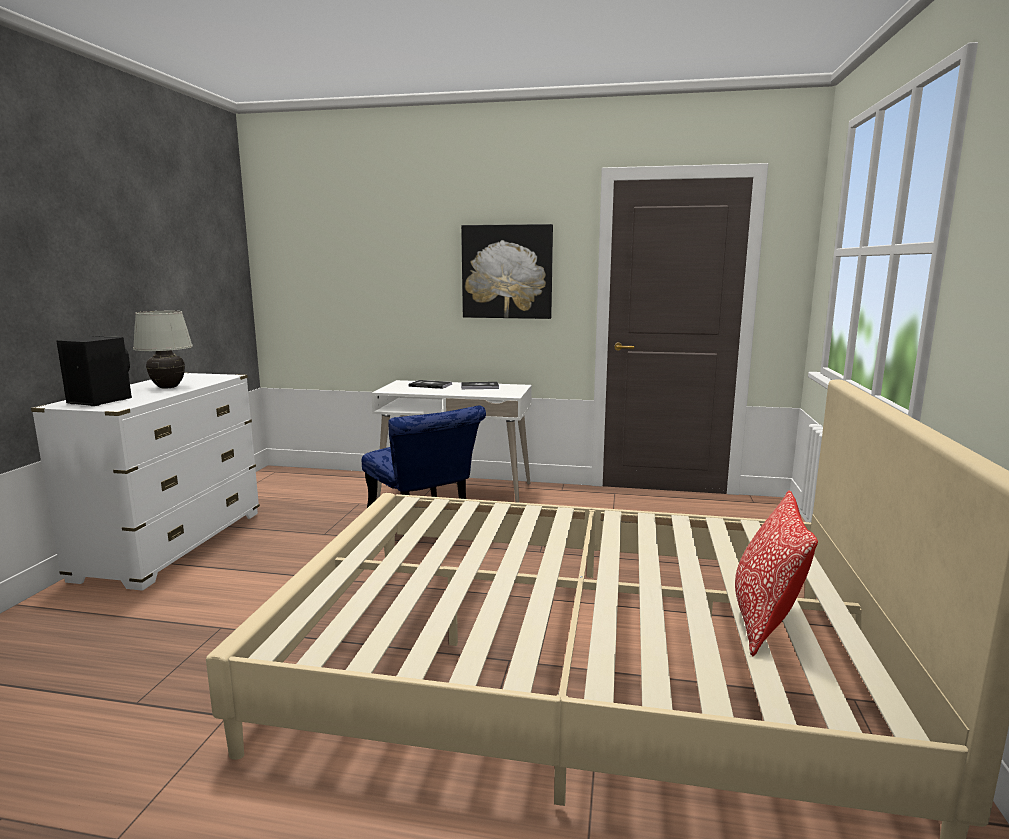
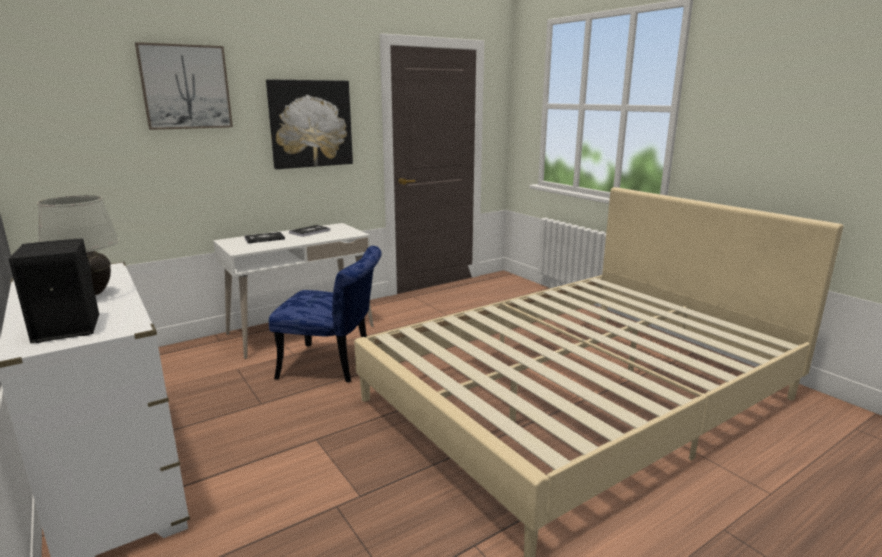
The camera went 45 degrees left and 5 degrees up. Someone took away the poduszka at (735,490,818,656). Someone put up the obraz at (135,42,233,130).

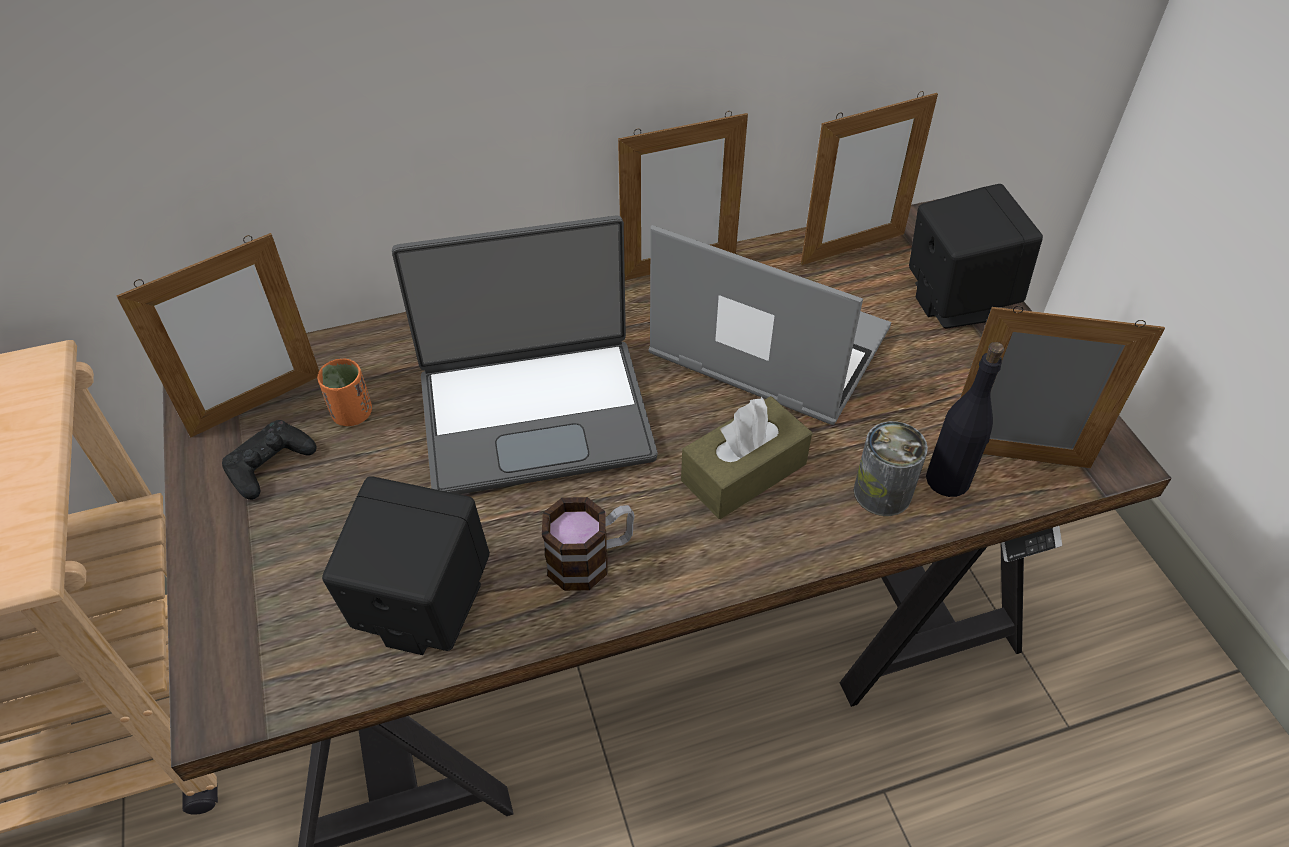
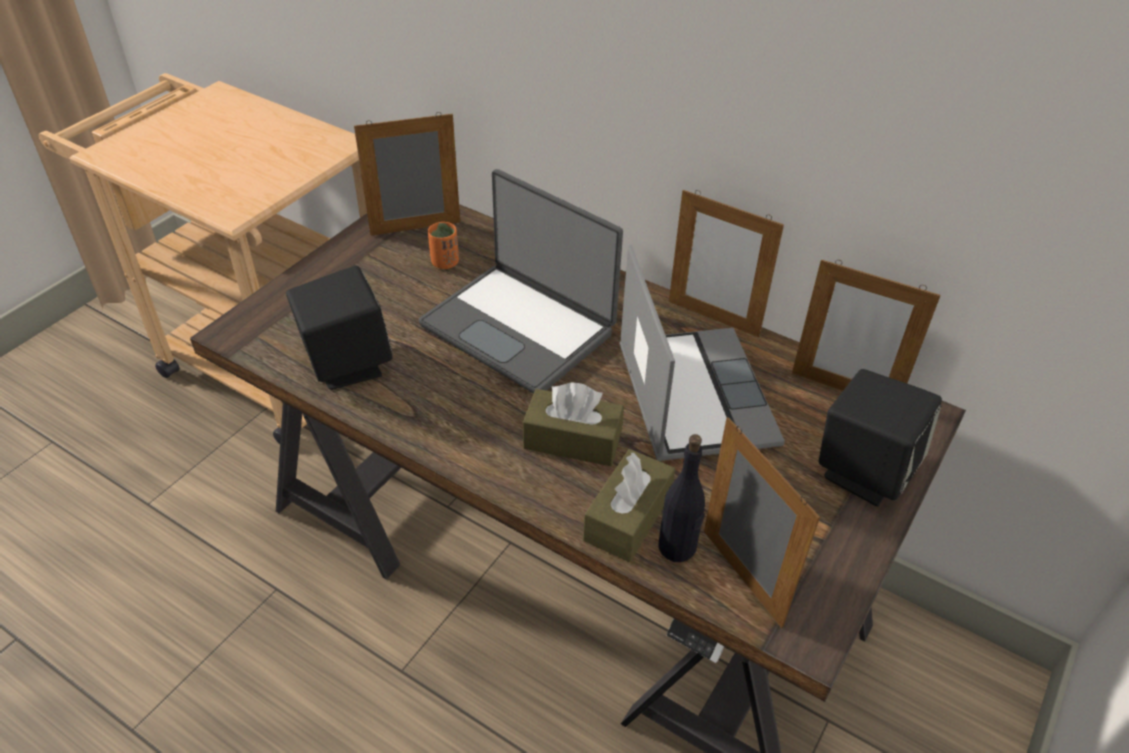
The camera went 50 degrees right and 5 degrees down. Someone rotated the ramka na zdjęcie at (116,233,319,437) by 150 degrees clockwise. Someone took away the pad do gier/czarny at (222,420,317,500). Someone took away the kubek at (542,497,635,591). Someone swapped the puszka at (854,421,928,516) for the pudełko chusteczek/brązowy at (583,449,675,562).

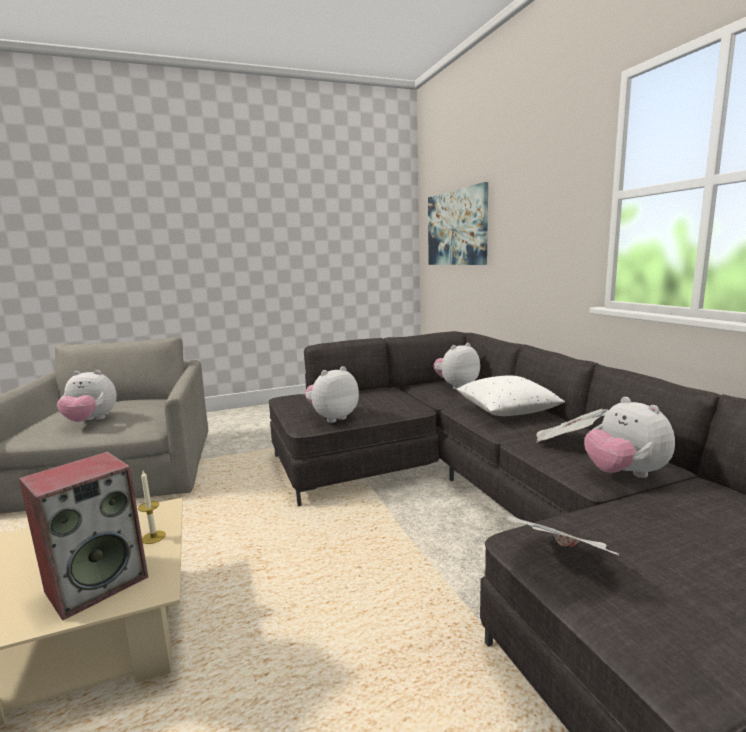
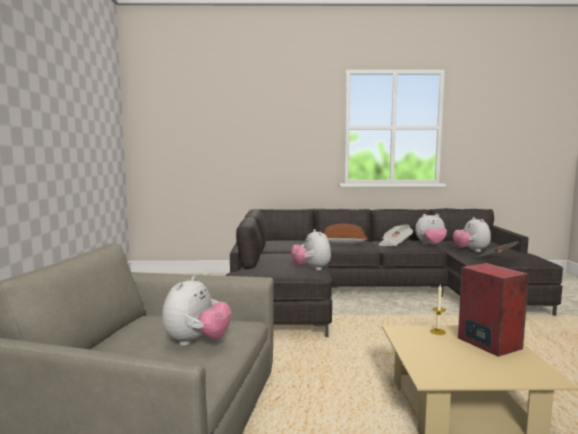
The camera went 70 degrees left and 5 degrees down. Someone took away the obraz at (428,182,488,265). Someone carried the pluszak from (433,343,480,390) to (453,217,491,252). Someone repainted the poduszka/biały at (457,375,565,416), which became the poduszka/brązowy at (324,224,368,245).

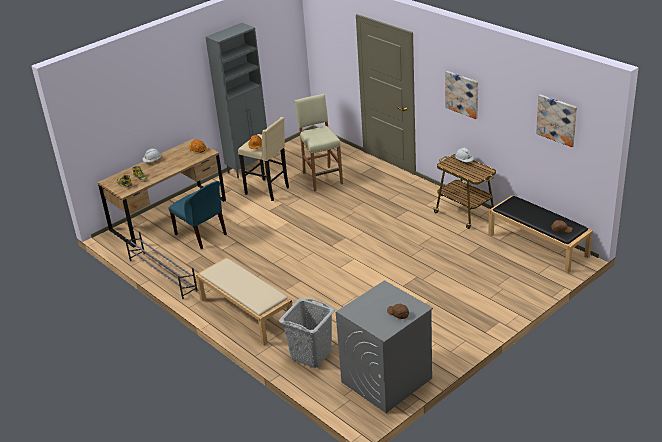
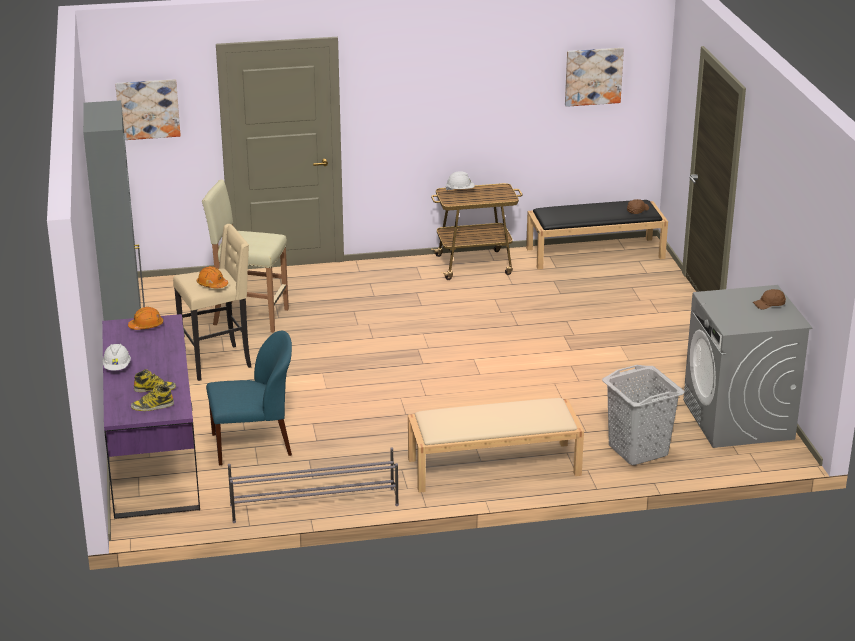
The camera went 60 degrees left and 5 degrees down. Someone repainted the biurko/brązowy at (98,139,226,248), which became the biurko/fioletowy at (102,314,200,519). Someone carried the obraz from (445,71,478,119) to (115,79,181,140).

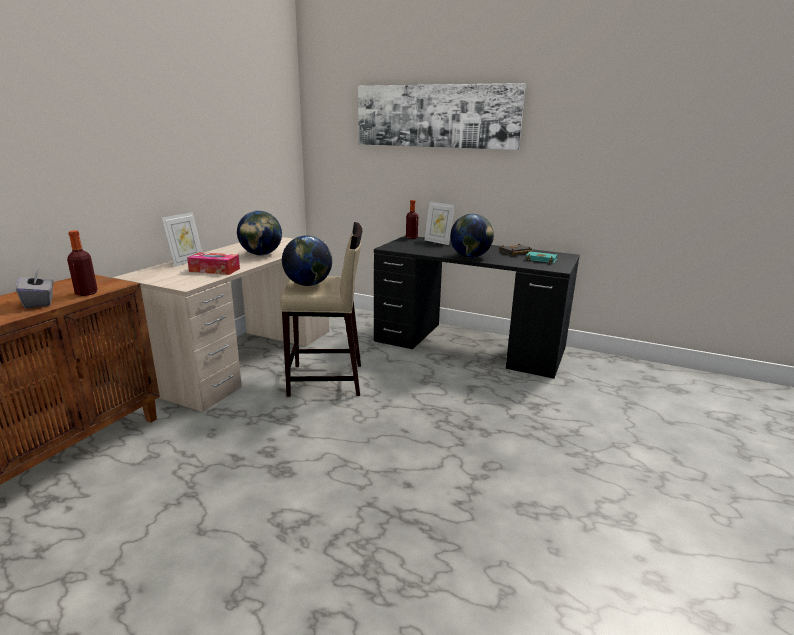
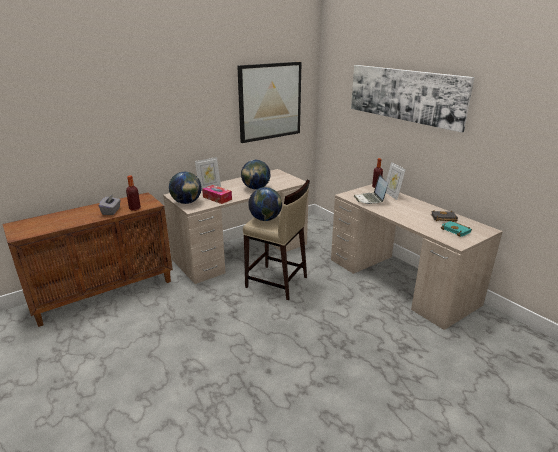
The camera went 30 degrees right and 5 degrees up. Someone repainted the biurko/czarny at (374,235,580,379), which became the biurko/beżowy at (331,184,503,330). Someone carried the globus from (450,214,494,258) to (169,172,202,204). Someone put up the obraz at (237,62,302,143). Someone put down the laptop at (354,174,388,204).

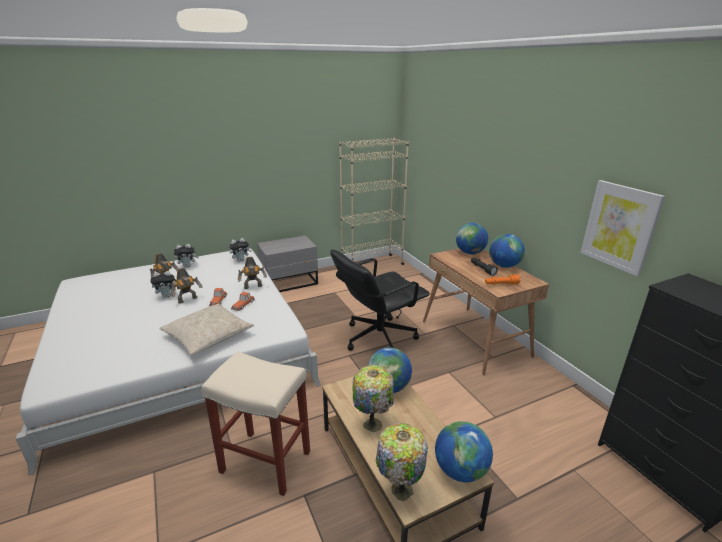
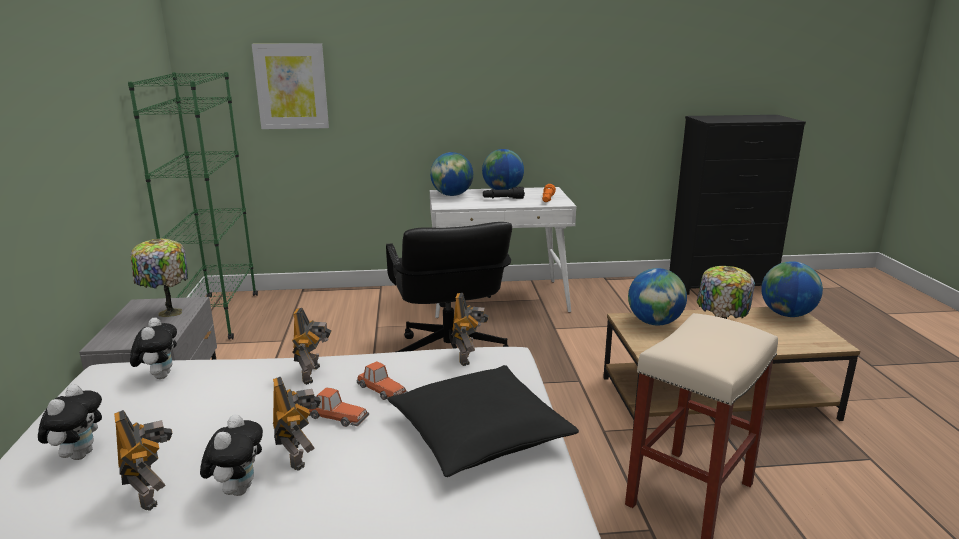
The camera went 70 degrees left and 5 degrees down. Someone repainted the poduszka/beżowy at (159,303,254,355), which became the poduszka/czarny at (388,365,579,477). Someone repainted the regał/beżowy at (339,138,409,265), which became the regał/zielony at (128,72,258,340). Someone carried the lampa stołowa from (376,423,428,501) to (131,238,188,317). Someone repainted the biurko/brązowy at (423,248,549,375), which became the biurko/biały at (430,187,576,318). Someone carried the obraz from (581,180,665,276) to (252,43,329,129). Someone put down the robot zabawkowy at (452,293,489,366).

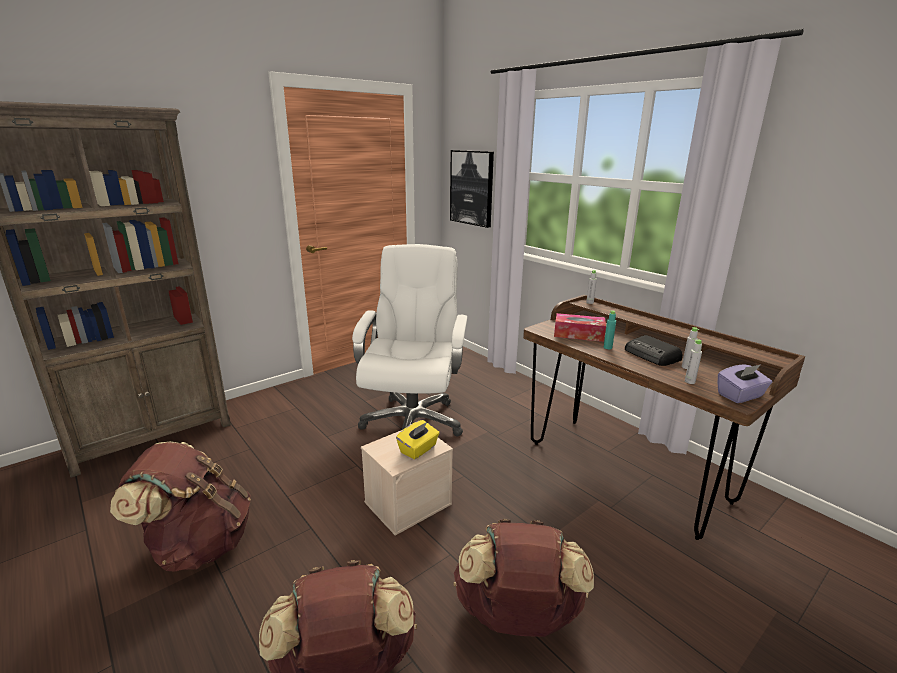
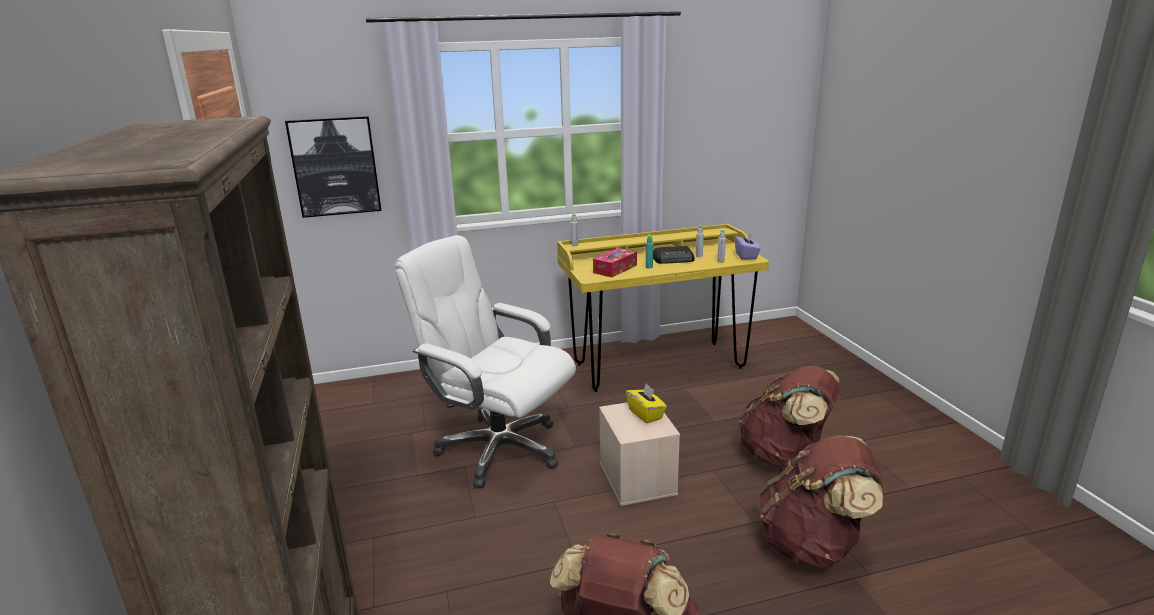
The camera went 65 degrees left and 0 degrees up. Someone repainted the biurko/brązowy at (523,295,805,540), which became the biurko/żółty at (557,224,769,392).

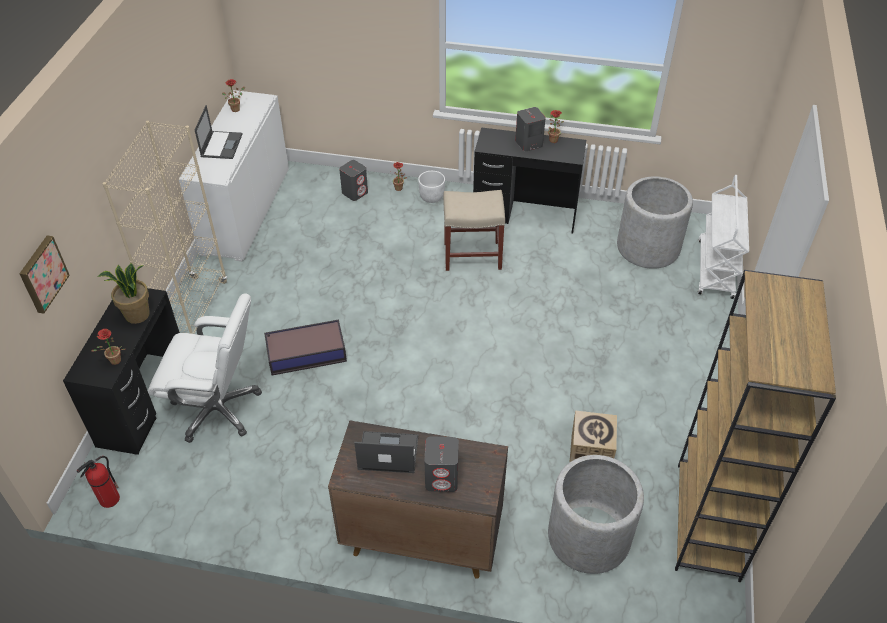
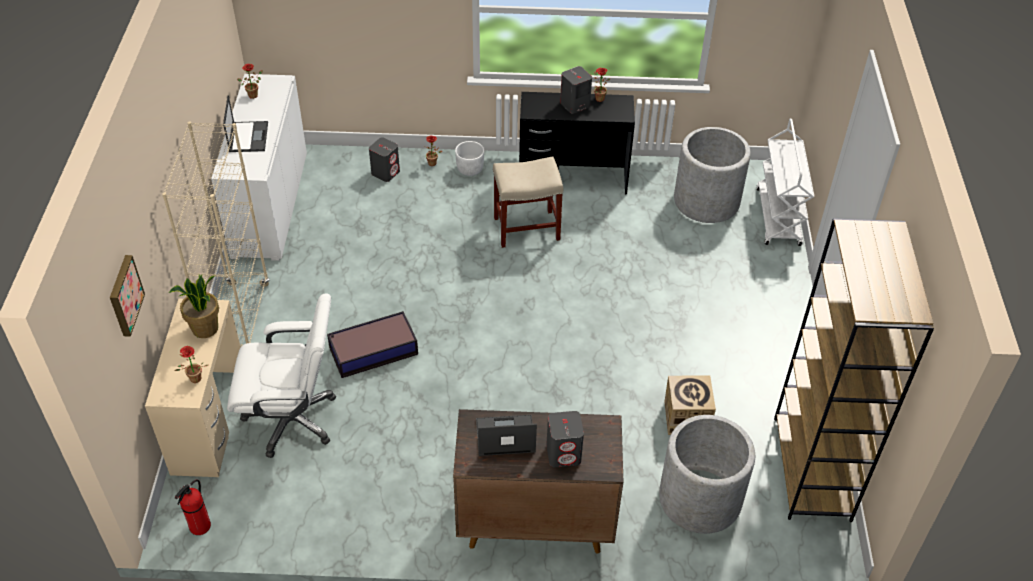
The camera went 10 degrees left and 0 degrees up. Someone repainted the biurko/czarny at (63,288,180,455), which became the biurko/beżowy at (145,299,241,477).

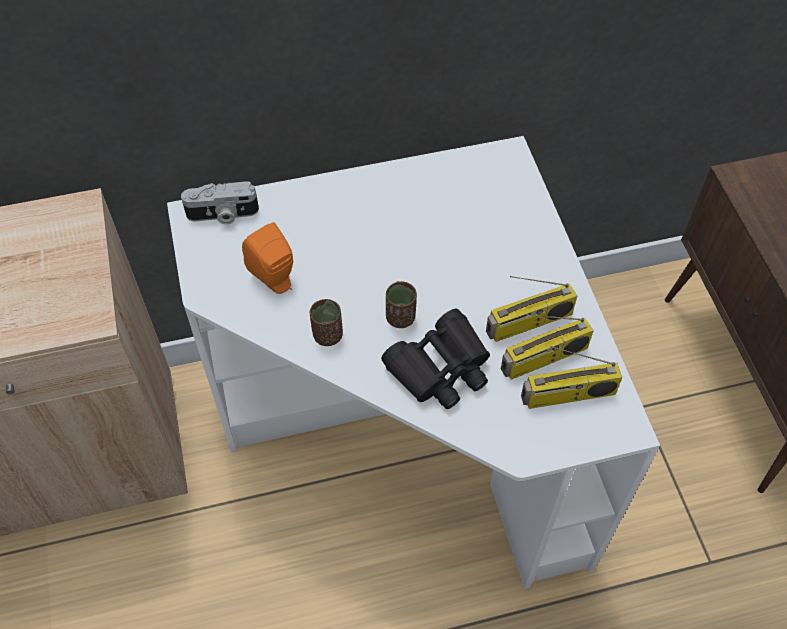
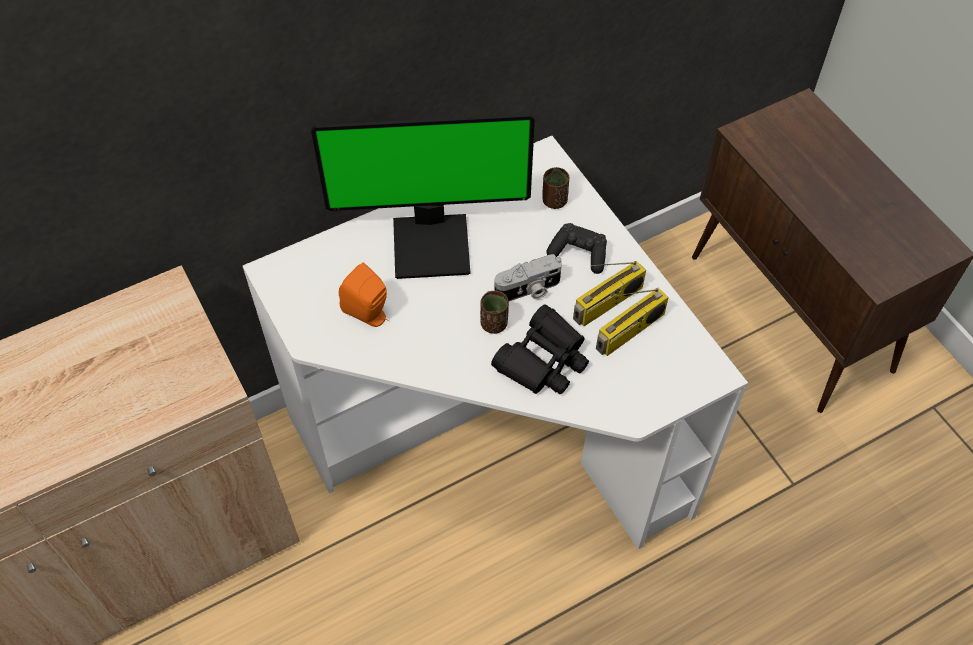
The camera went 15 degrees left and 0 degrees up. Someone carried the aparat fotograficzny from (181,181,259,224) to (494,254,562,301). Someone carried the filiżanka/brązowy from (310,299,343,346) to (543,167,569,209). Someone took away the radio at (521,346,622,409). Someone put down the monitor at (311,114,535,279). Someone put down the pad do gier/czarny at (546,223,607,274).

